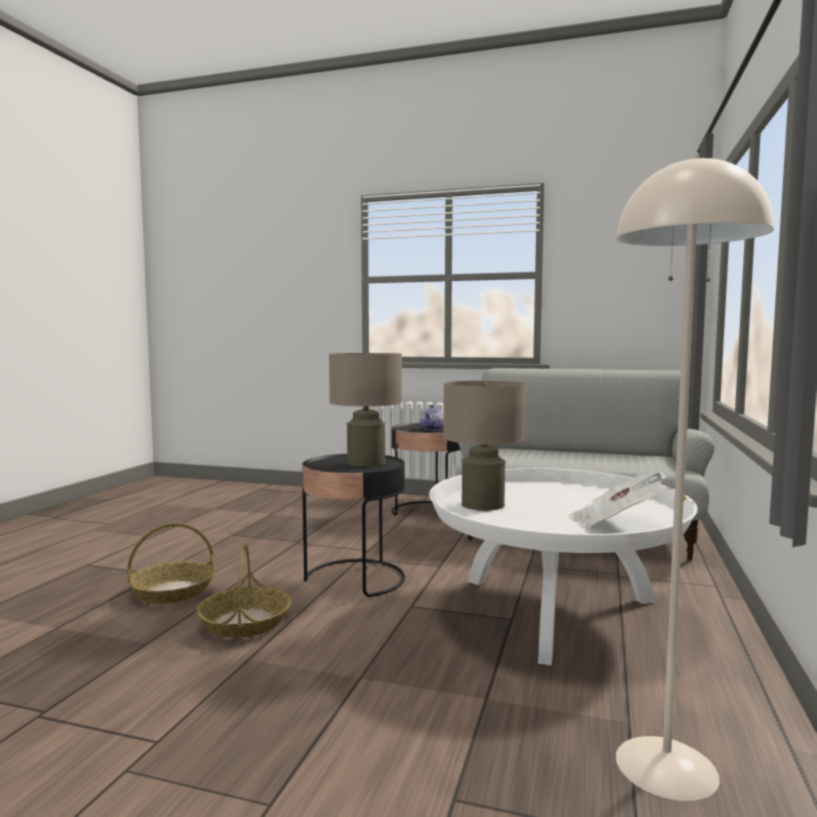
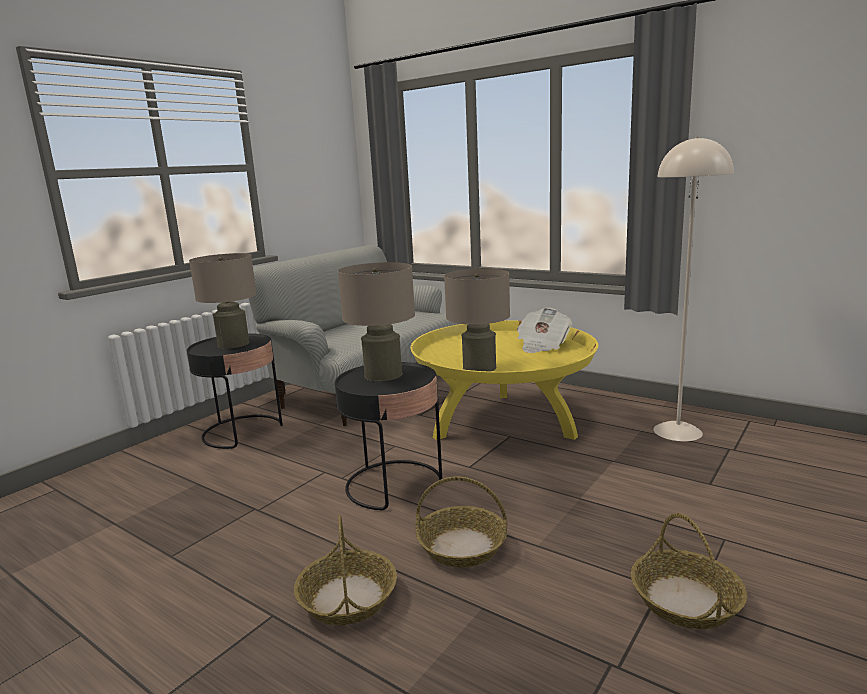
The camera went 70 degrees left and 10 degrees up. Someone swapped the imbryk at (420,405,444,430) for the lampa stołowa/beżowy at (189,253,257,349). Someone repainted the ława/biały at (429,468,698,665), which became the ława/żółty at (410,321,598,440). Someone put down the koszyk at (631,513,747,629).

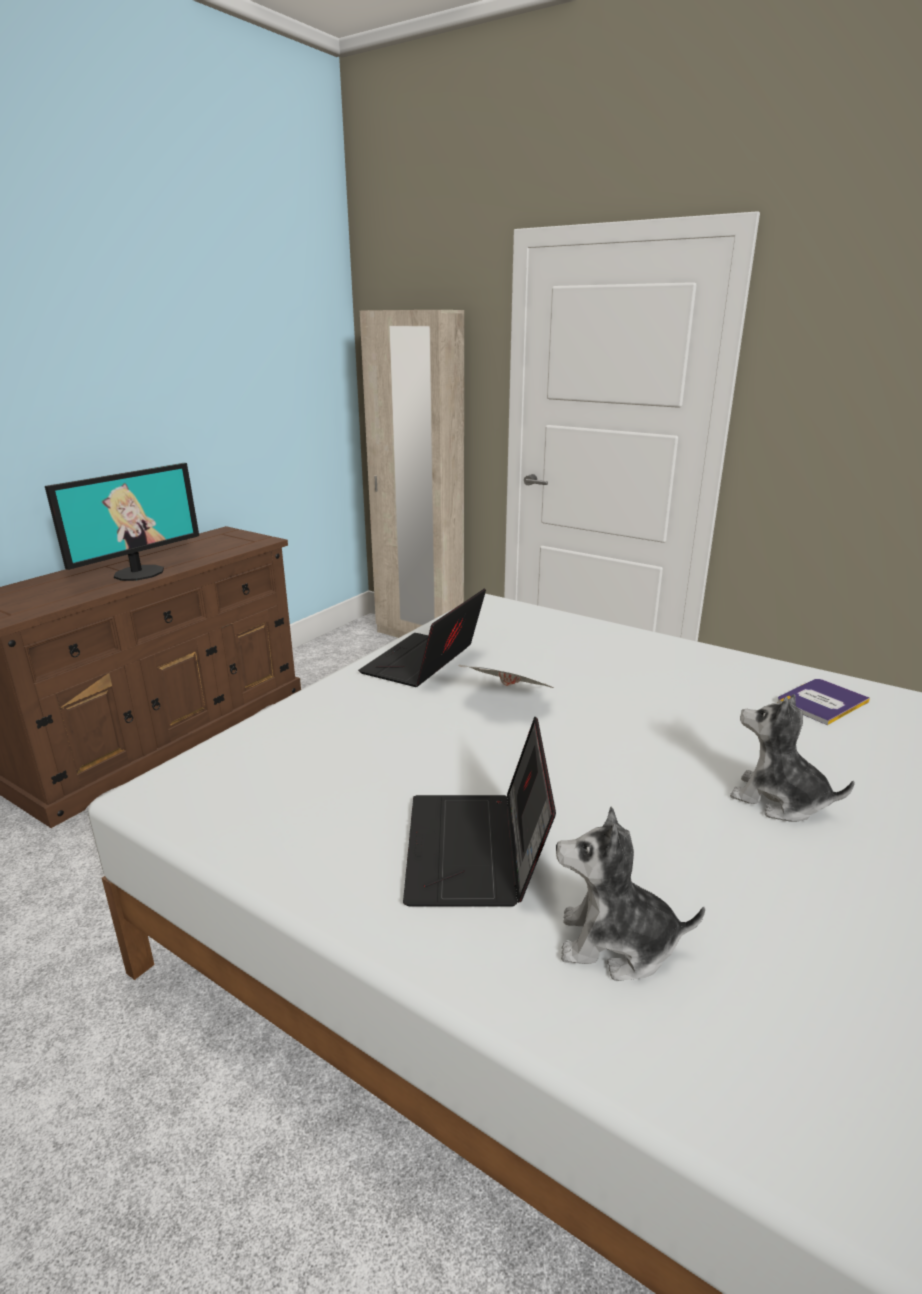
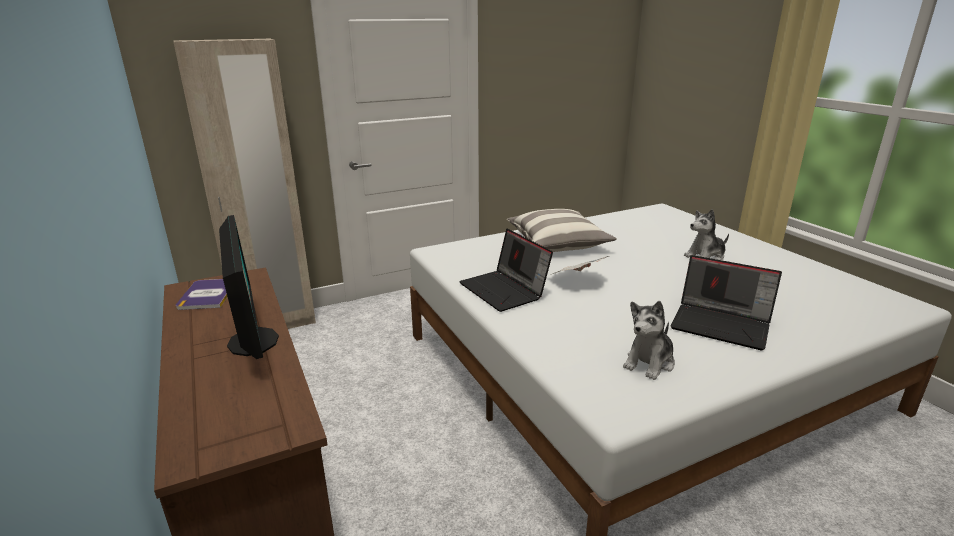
The camera went 60 degrees left and 0 degrees up. Someone carried the pluszak from (556,807,705,981) to (623,301,675,380). Someone carried the książka from (777,679,870,725) to (176,279,227,310). Someone put down the poduszka at (507,209,617,252).

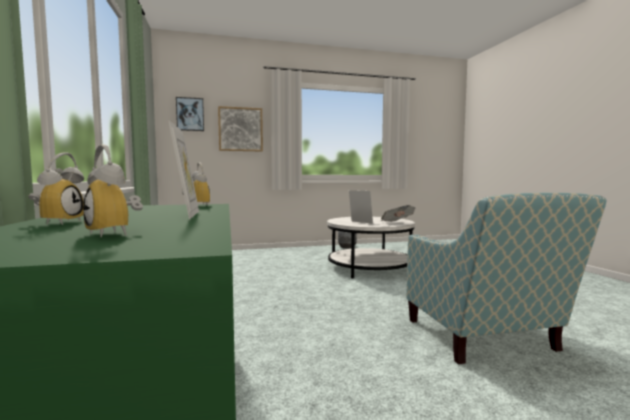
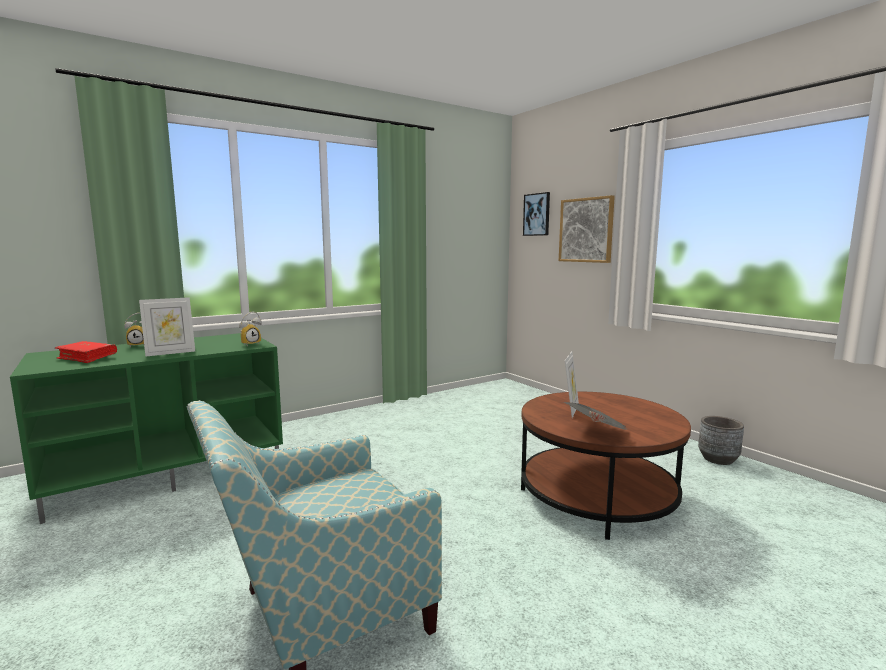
The camera went 70 degrees right and 5 degrees up. Someone swapped the budzik at (83,144,143,237) for the książka/czerwony at (55,341,117,363). Someone repainted the ława/biały at (327,217,415,278), which became the ława/brązowy at (521,392,691,540).

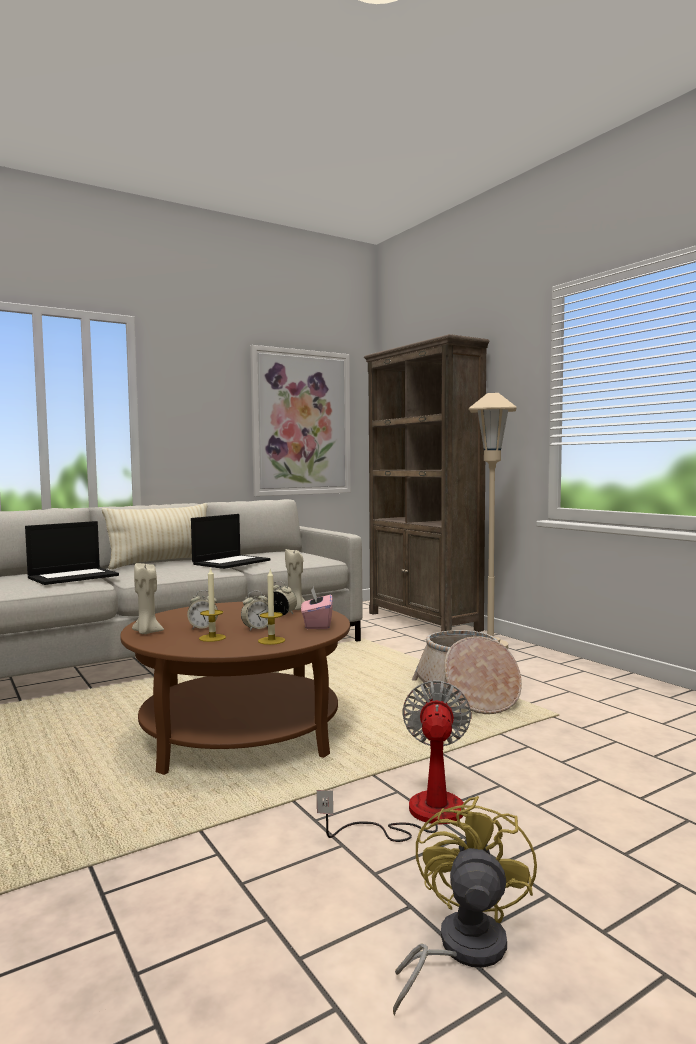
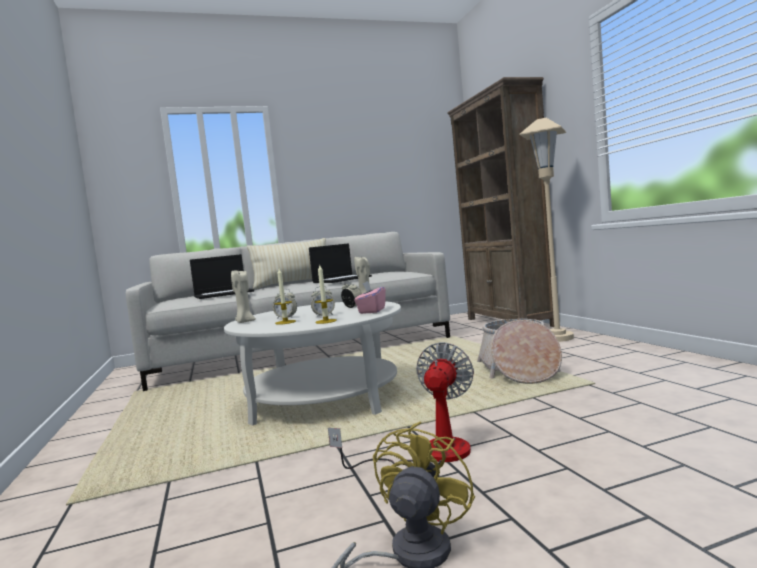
The camera went 15 degrees right and 0 degrees up. Someone repainted the ława/brązowy at (120,602,350,775), which became the ława/biały at (224,301,401,426). Someone took away the obraz at (250,345,351,496).

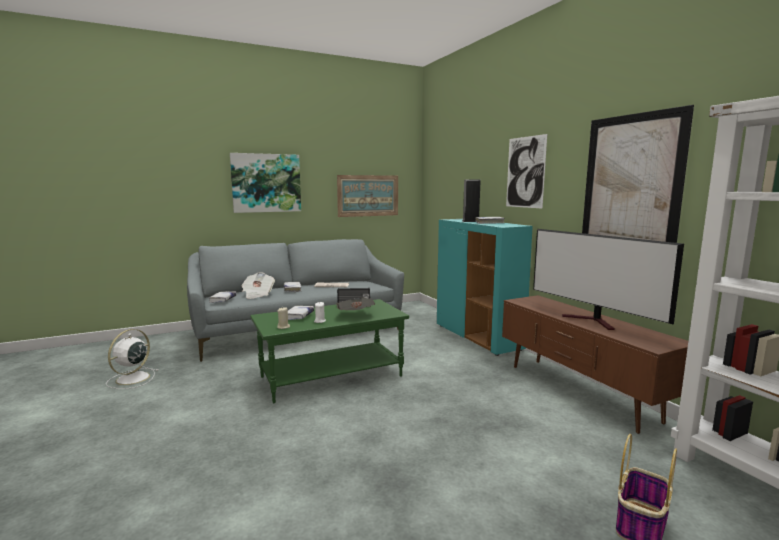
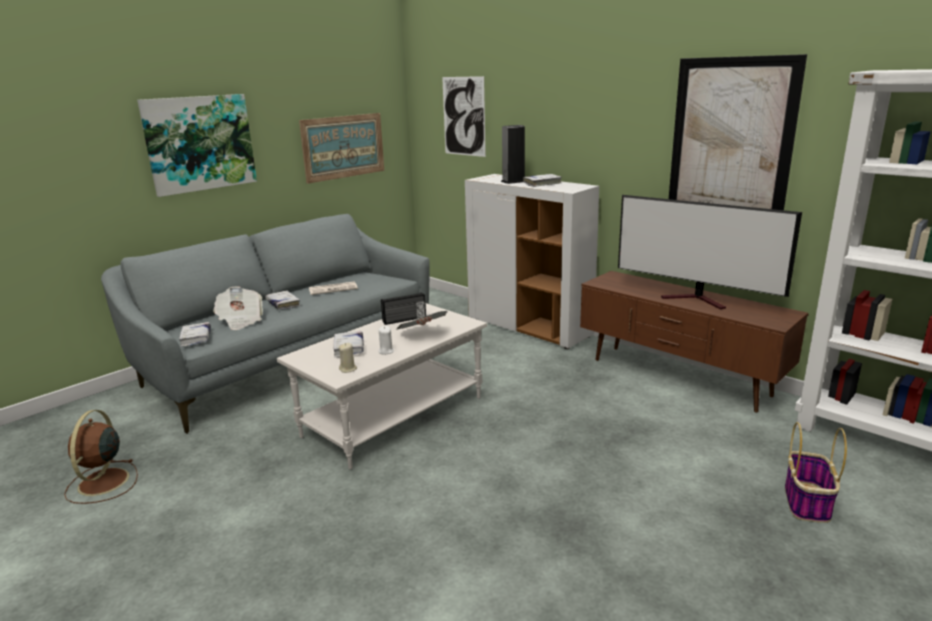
The camera went 20 degrees left and 10 degrees up. Someone repainted the wentylator/biały at (106,329,158,389), which became the wentylator/brązowy at (64,410,138,504). Someone repainted the ława/zielony at (250,299,409,403), which became the ława/biały at (277,303,487,470). Someone repainted the szafka/turkusowy at (437,219,533,356), which became the szafka/biały at (465,174,599,349). Someone carried the obraz from (506,134,547,209) to (442,76,486,157).

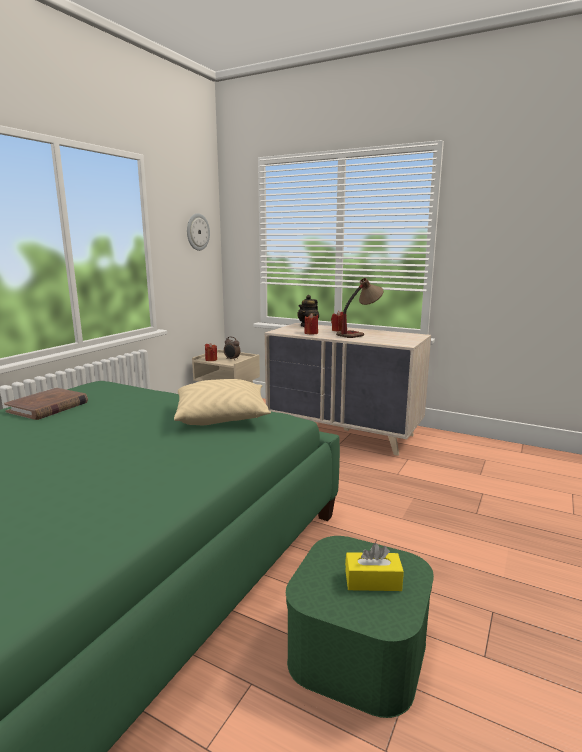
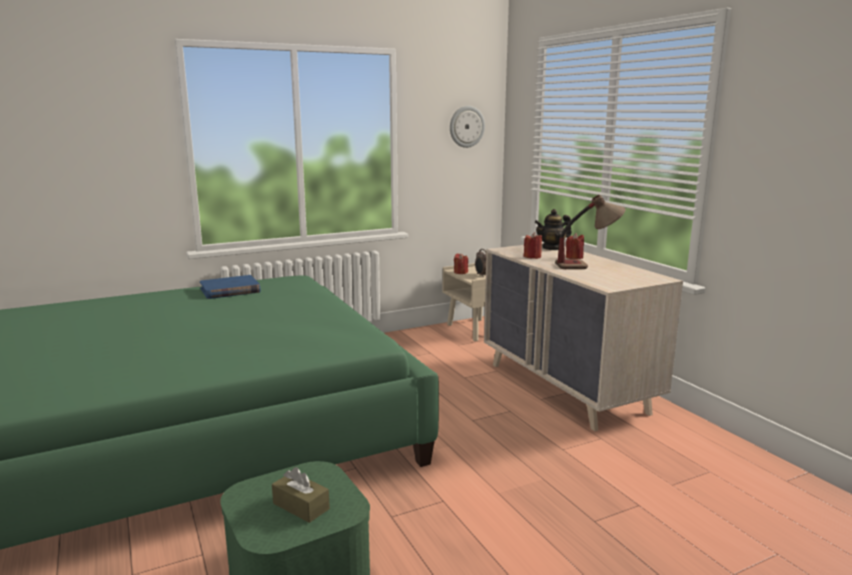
The camera went 35 degrees right and 0 degrees up. Someone repainted the książka/brązowy at (4,388,88,420), which became the książka/niebieski at (200,275,261,299). Someone took away the poduszka/beżowy at (174,379,271,425). Someone repainted the pudełko chusteczek/żółty at (345,543,404,591), which became the pudełko chusteczek/brązowy at (272,467,330,523).

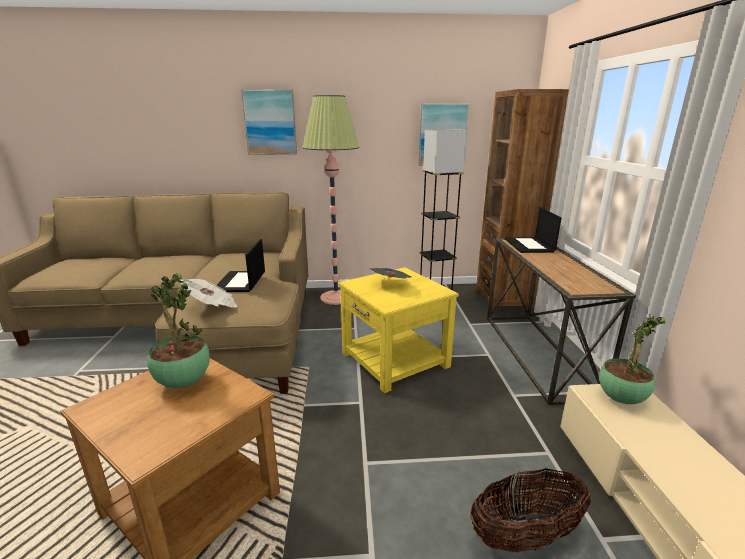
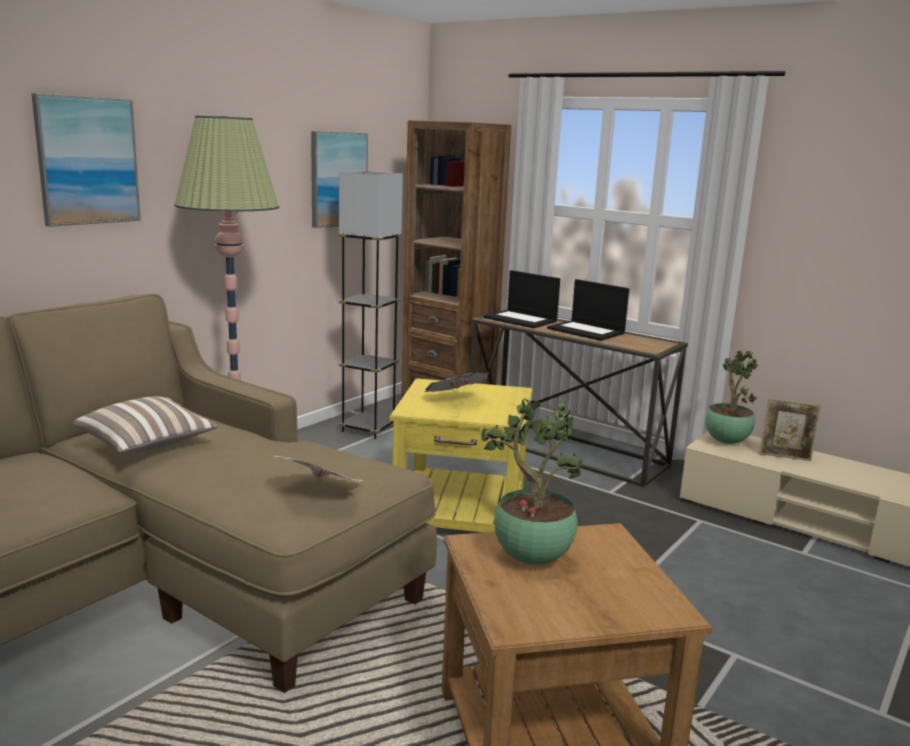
The camera went 50 degrees left and 5 degrees down. Someone carried the laptop from (216,239,265,292) to (547,279,629,341). Someone took away the koszyk at (471,468,591,553). Someone put down the poduszka at (73,396,218,453). Someone put down the ramka na zdjęcie at (759,398,821,461).

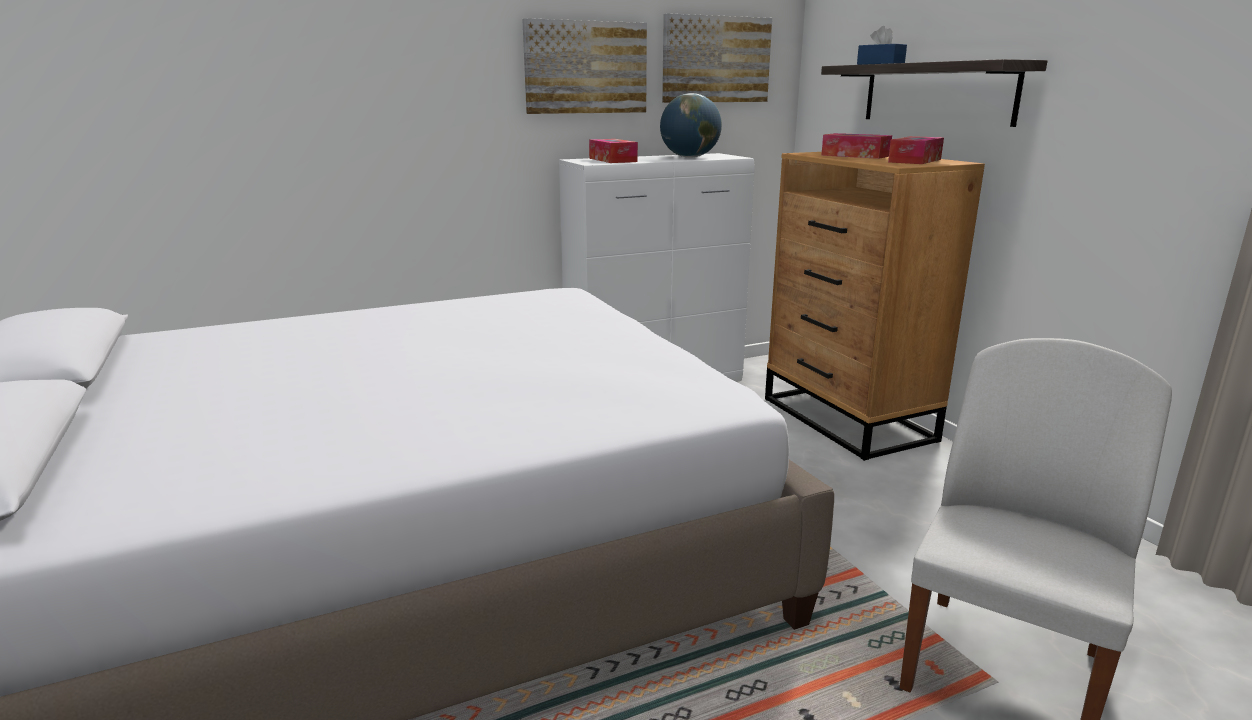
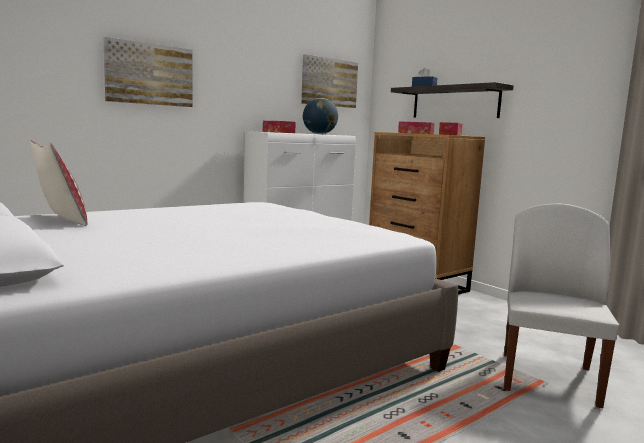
The camera went 15 degrees left and 10 degrees down. Someone carried the obraz from (522,18,647,114) to (104,37,192,107). Someone put down the poduszka at (30,140,87,226).

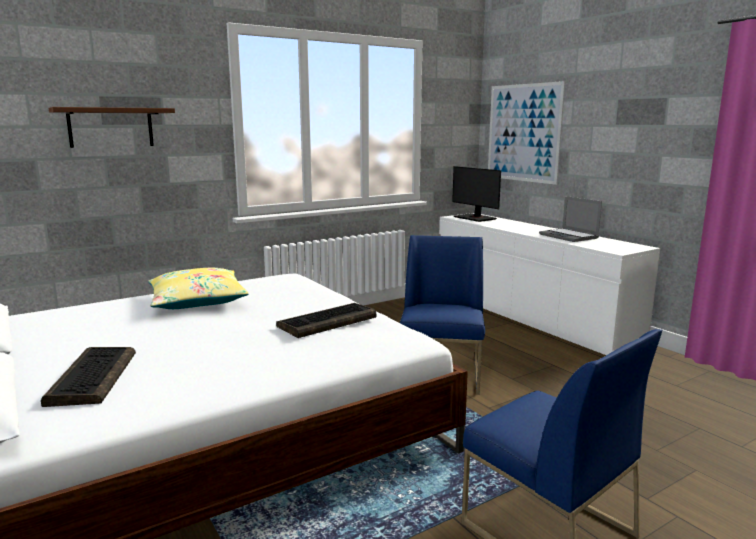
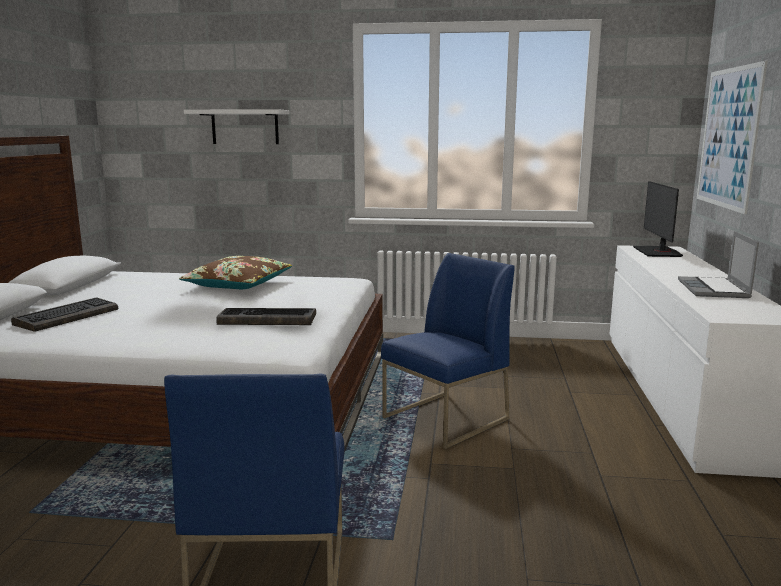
The camera went 40 degrees right and 0 degrees up. Someone repainted the półka/brązowy at (49,107,175,148), which became the półka/biały at (184,109,290,144). Someone repainted the poduszka/żółty at (149,268,249,309), which became the poduszka/brązowy at (179,256,292,289).

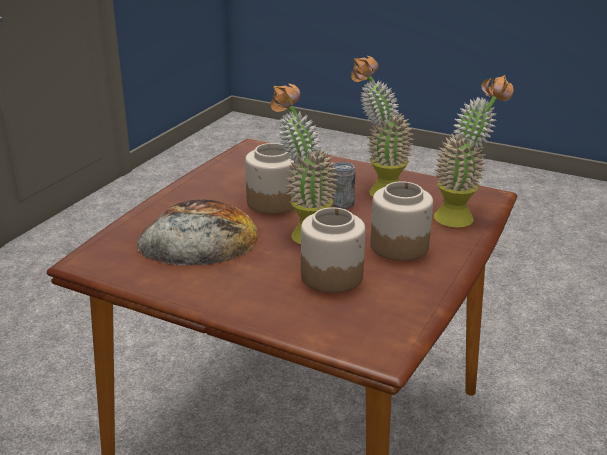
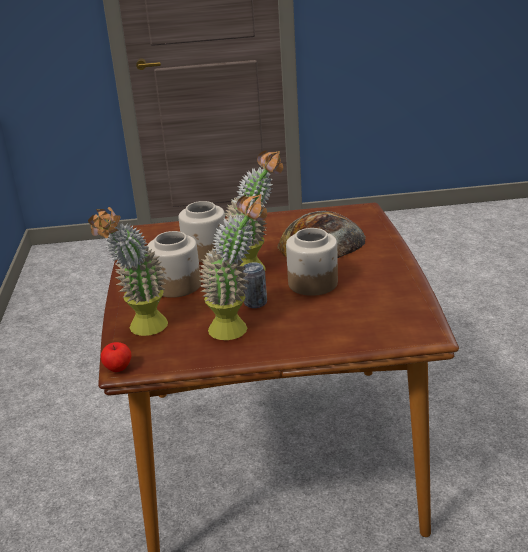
The camera went 150 degrees right and 0 degrees up. Someone put down the jabłko at (101,342,131,372).

